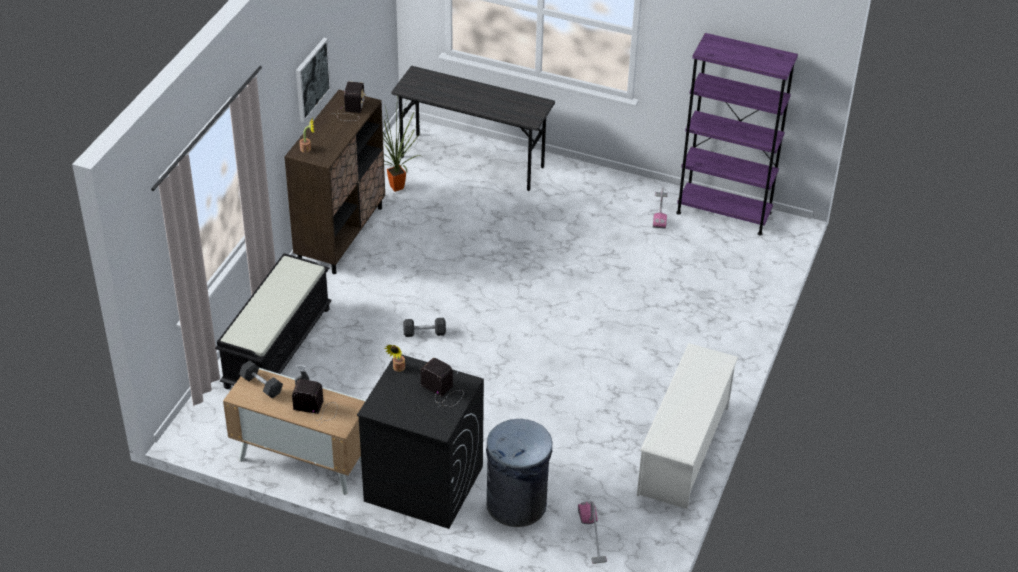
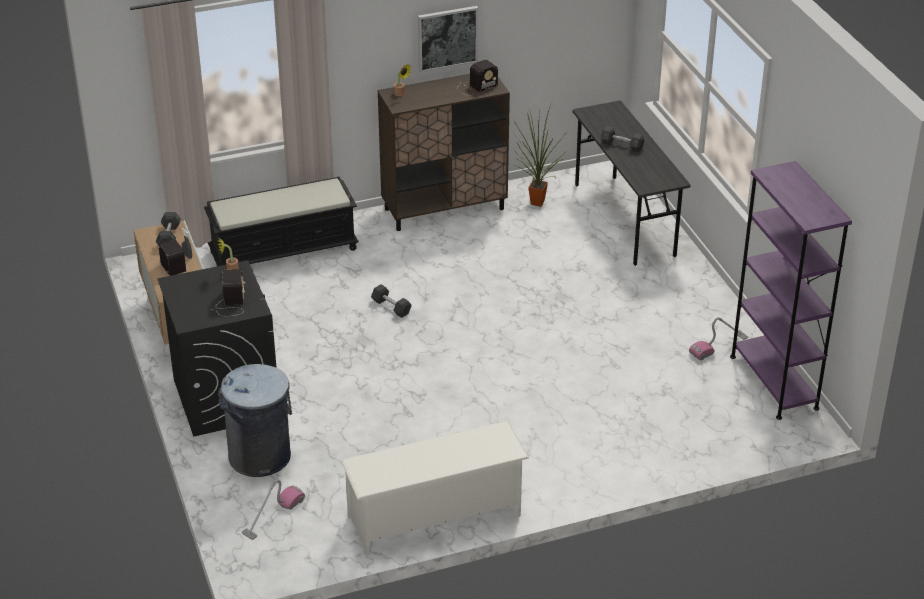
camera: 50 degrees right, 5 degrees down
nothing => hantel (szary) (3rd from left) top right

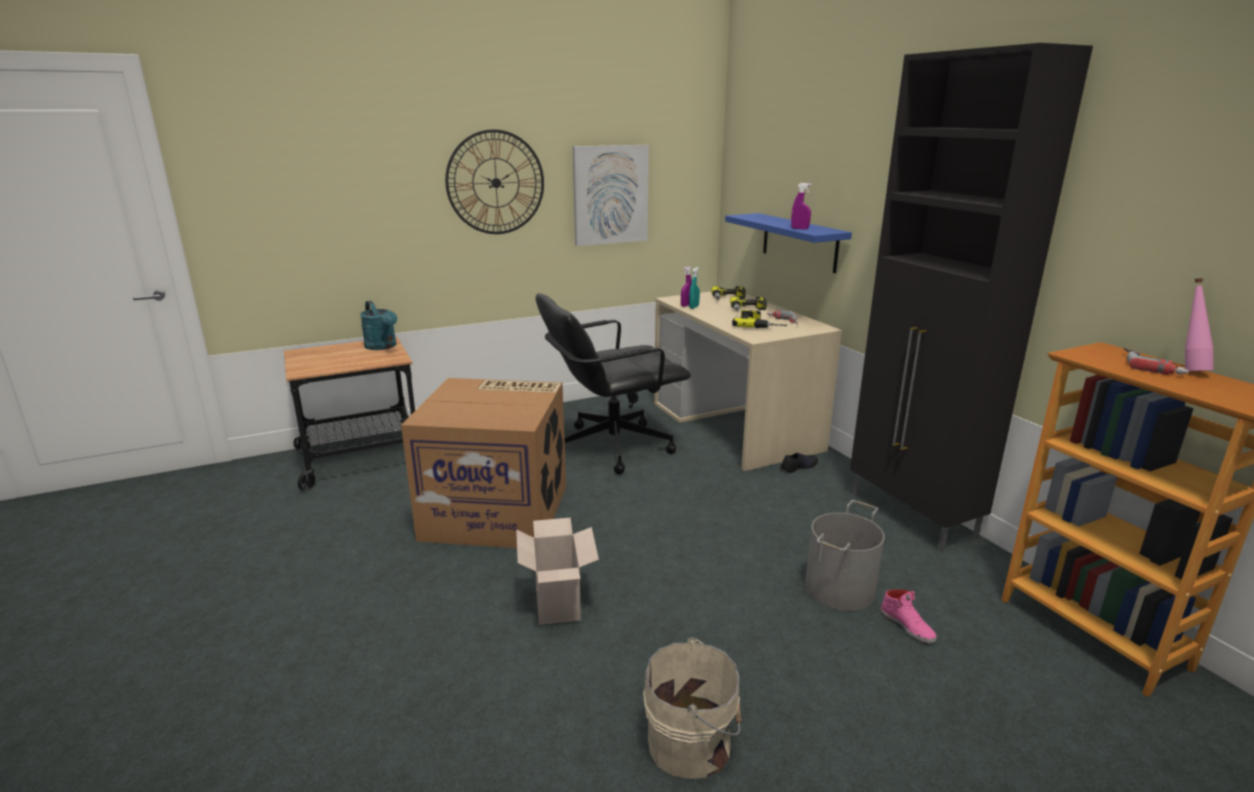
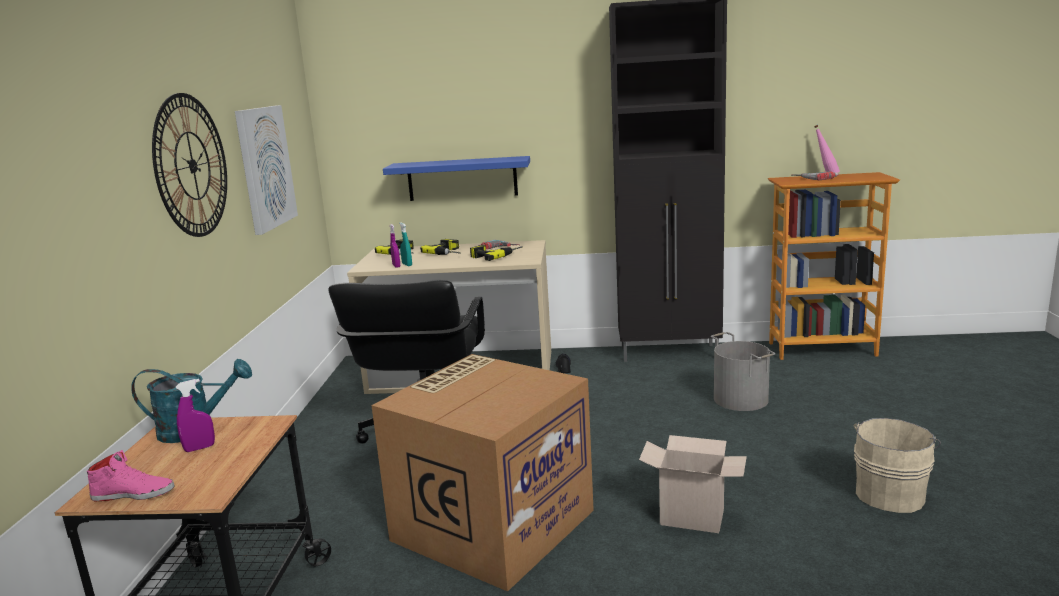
camera: 60 degrees left, 5 degrees down
but (różowy) bottom right => but (różowy) bottom left, moved
spryskiwacz (fioletowy) (2nd from left in the first image) top centre => spryskiwacz (fioletowy) (1st from left) bottom left, moved

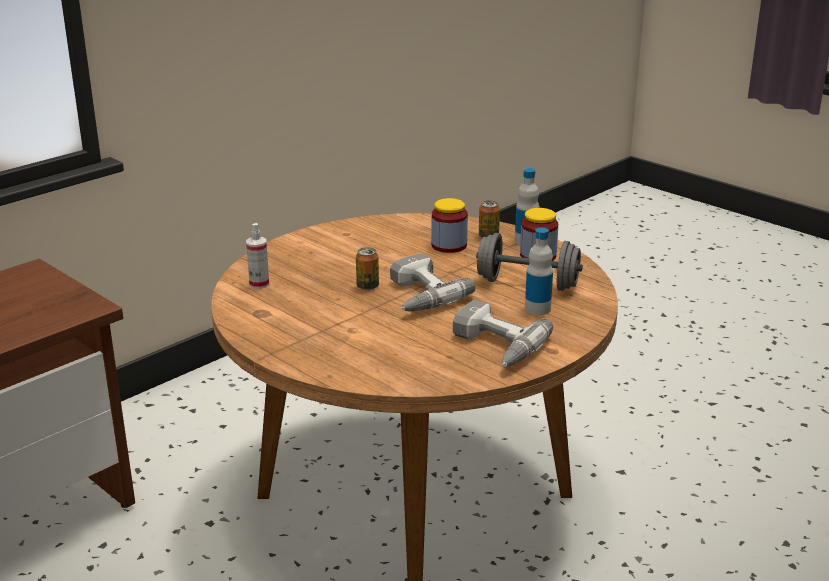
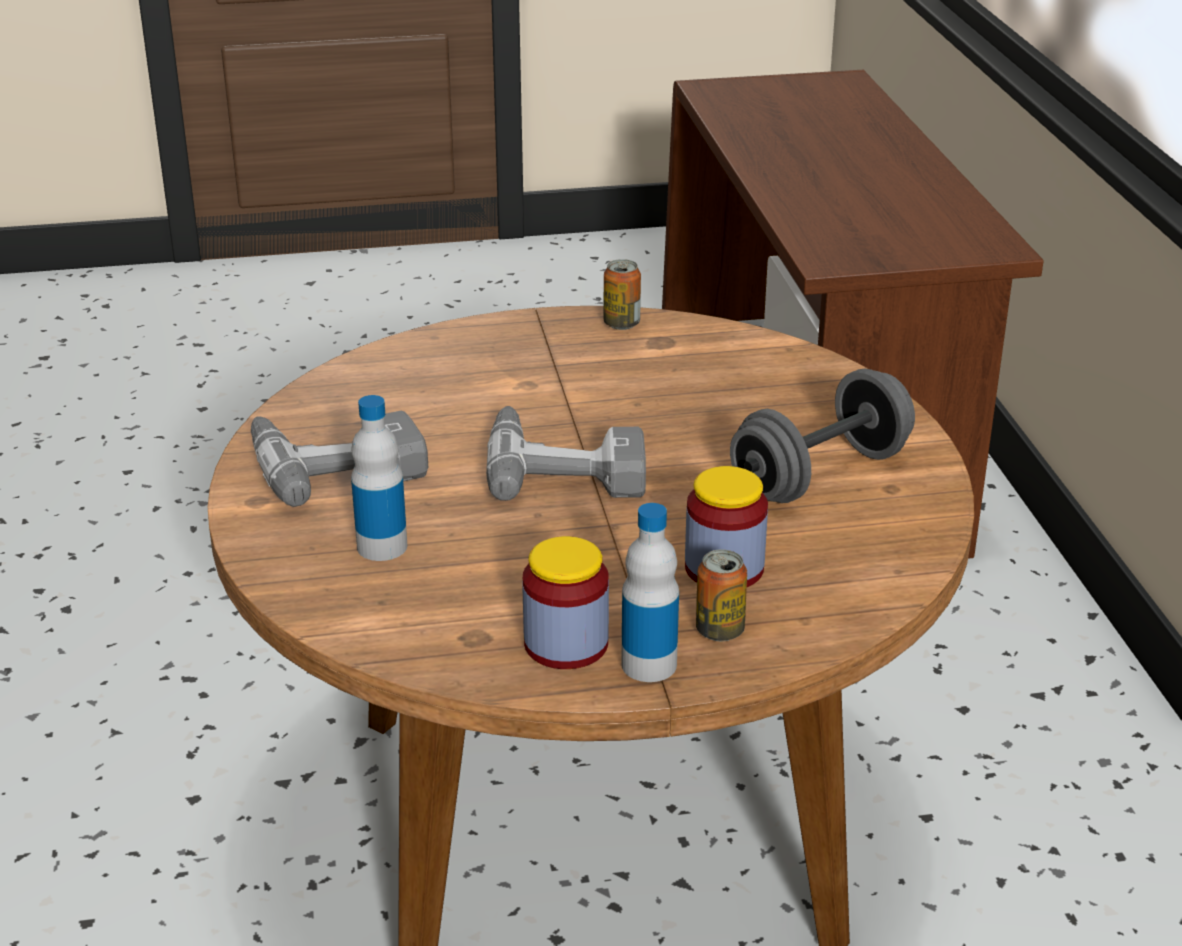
camera: 125 degrees right, 5 degrees up
puszka (1st from left) centre => puszka (1st from left) top centre, moved
hantel (szary) centre => hantel (szary) middle right, moved
spryskiwacz middle left => nothing

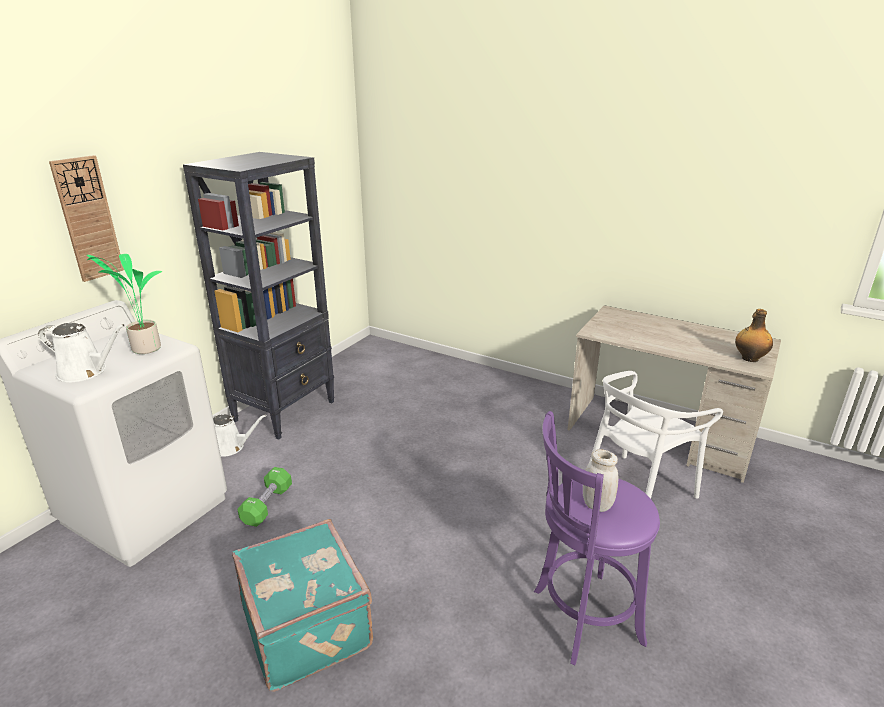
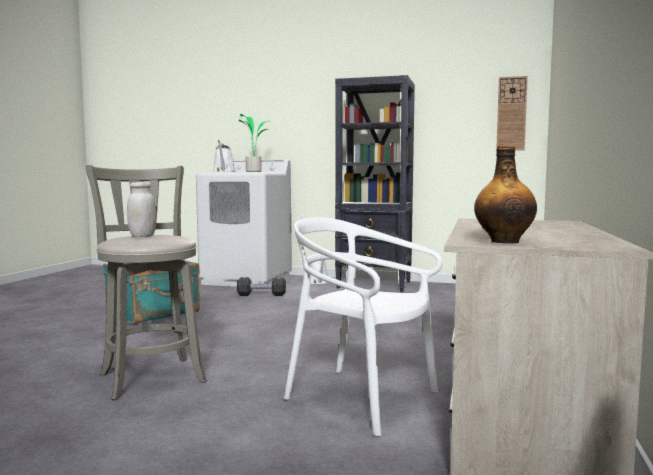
camera: 75 degrees right, 20 degrees down
stołek (fioletowy) bottom right => stołek (szary) middle left
hantel (zielony) bottom left => hantel (czarny) centre
zegar ścienny top left => zegar ścienny top right, moved

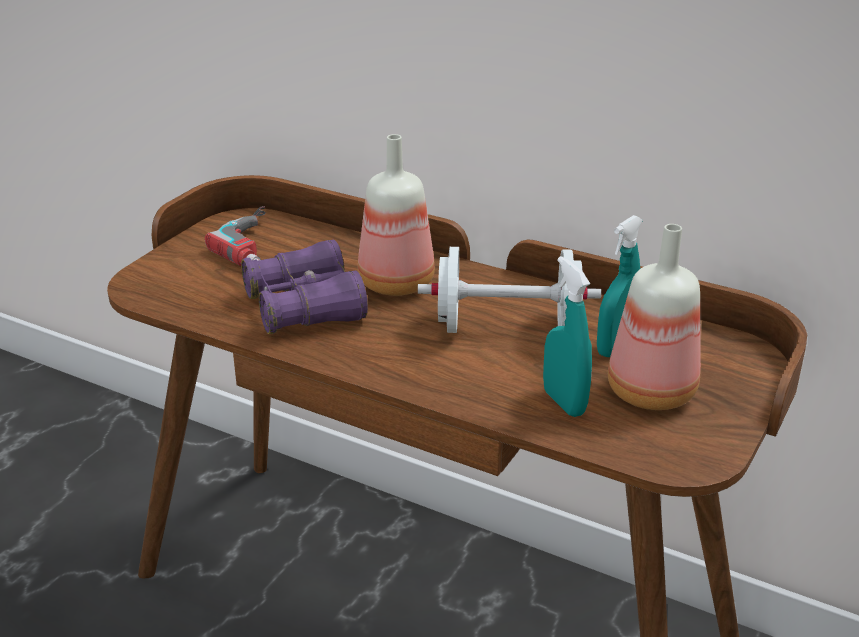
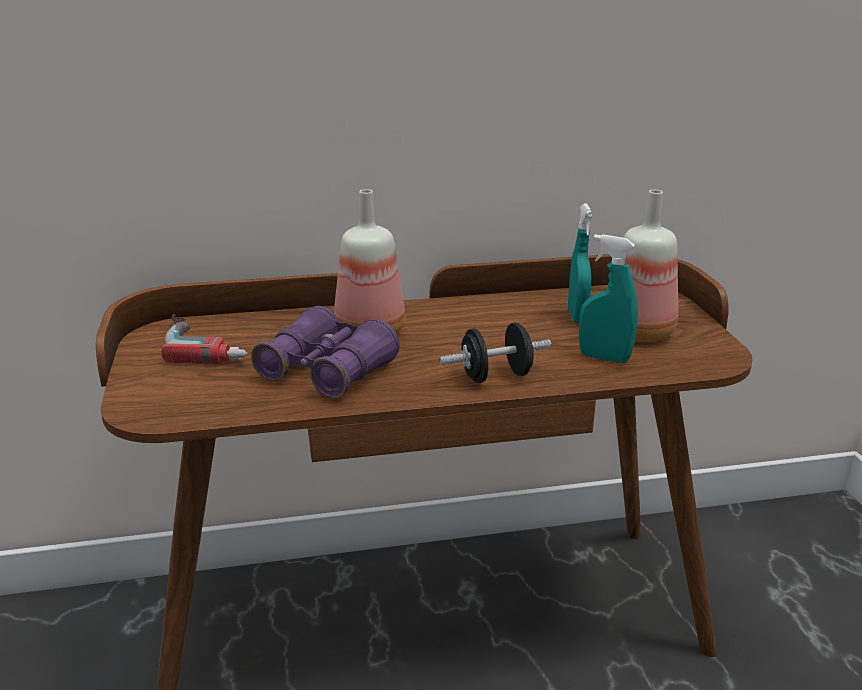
camera: 40 degrees left, 5 degrees down
nothing => hantel (czarny) centre
hantel (biały) centre => nothing

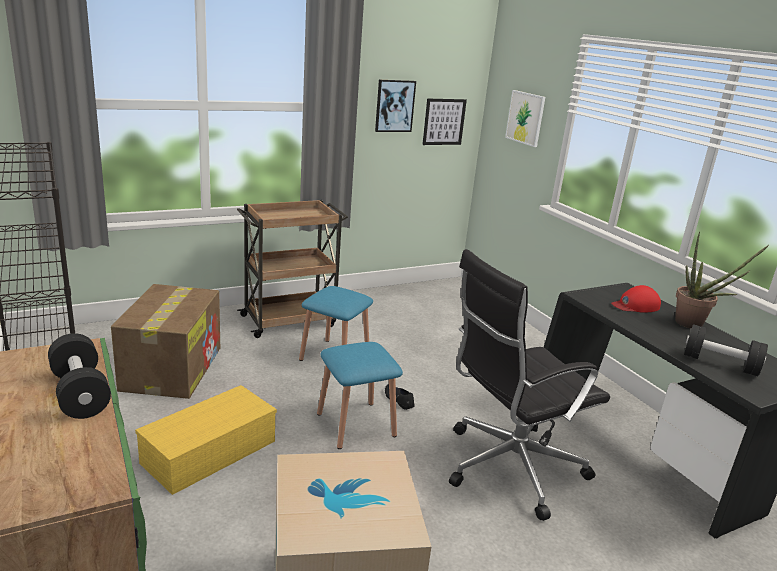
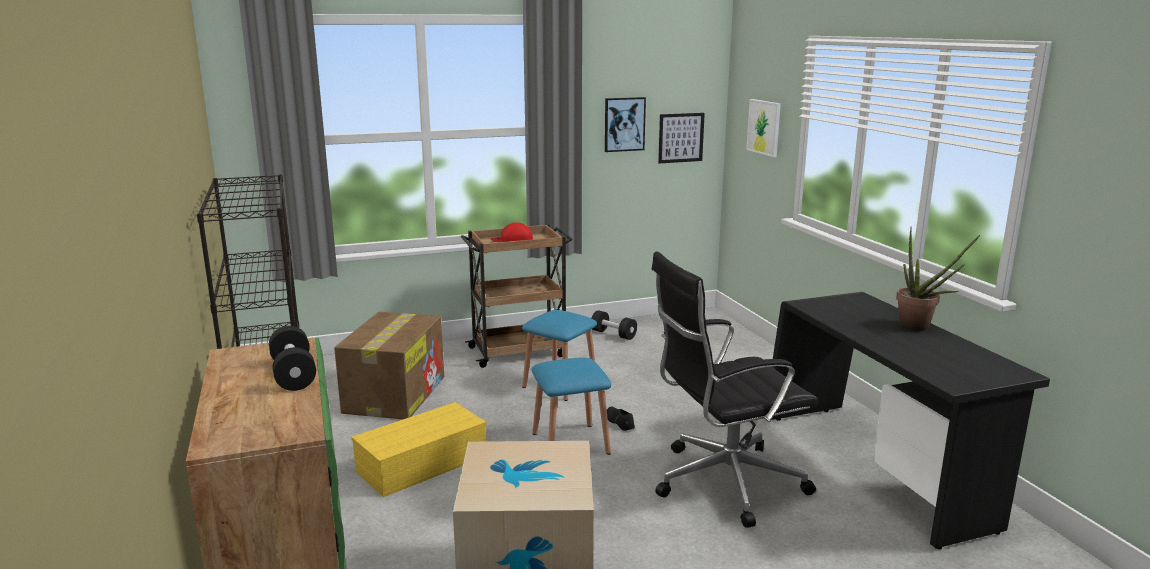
camera: 10 degrees right, 5 degrees down
czapka z daszkiem (czerwony) middle right => czapka z daszkiem (czerwony) centre, moved
hantel (czarny) (2nd from left) middle right => hantel (czarny) (2nd from left) centre, moved

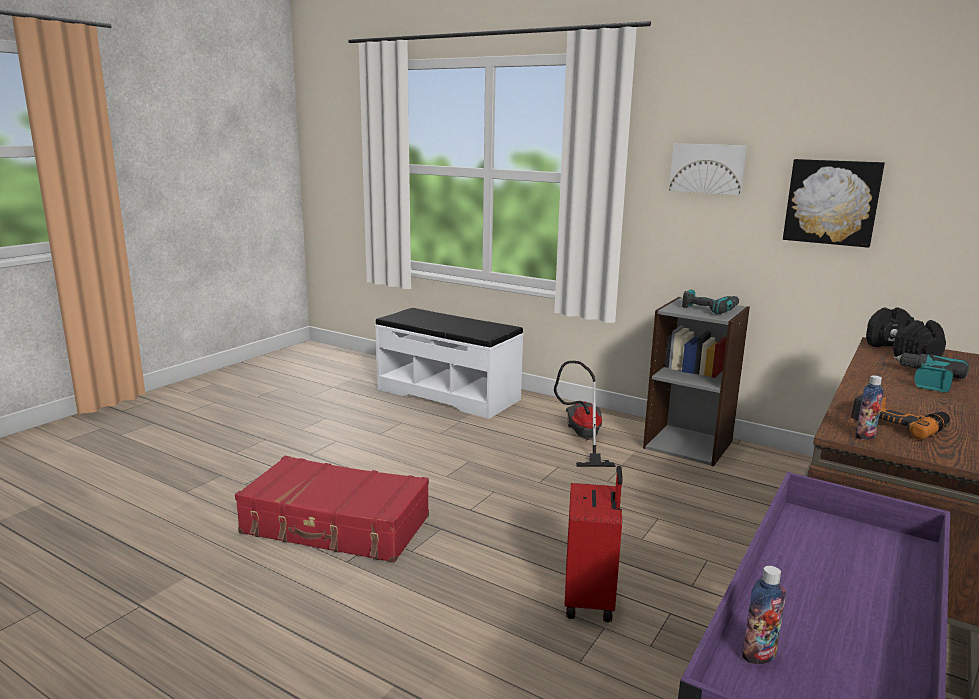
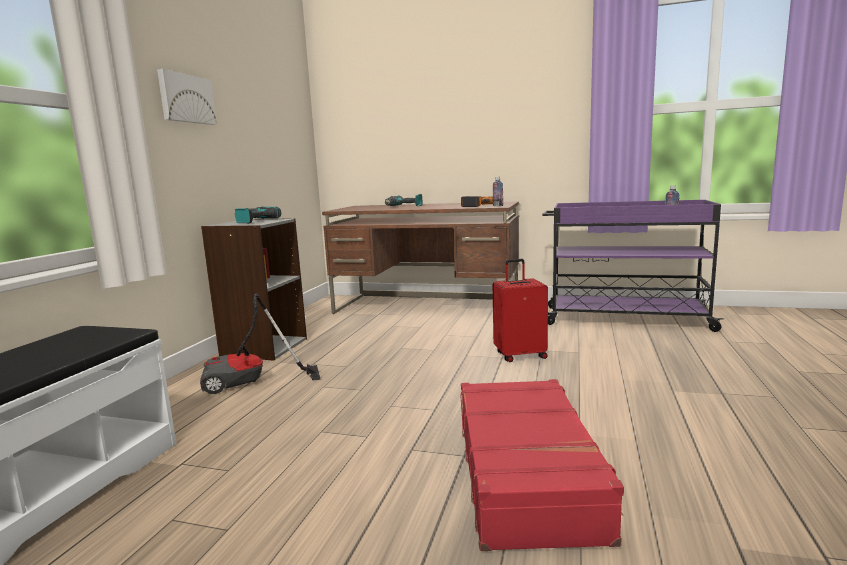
camera: 105 degrees left, 5 degrees down
obraz (2nd from left) top right => nothing
hantel (czarny) middle right => nothing

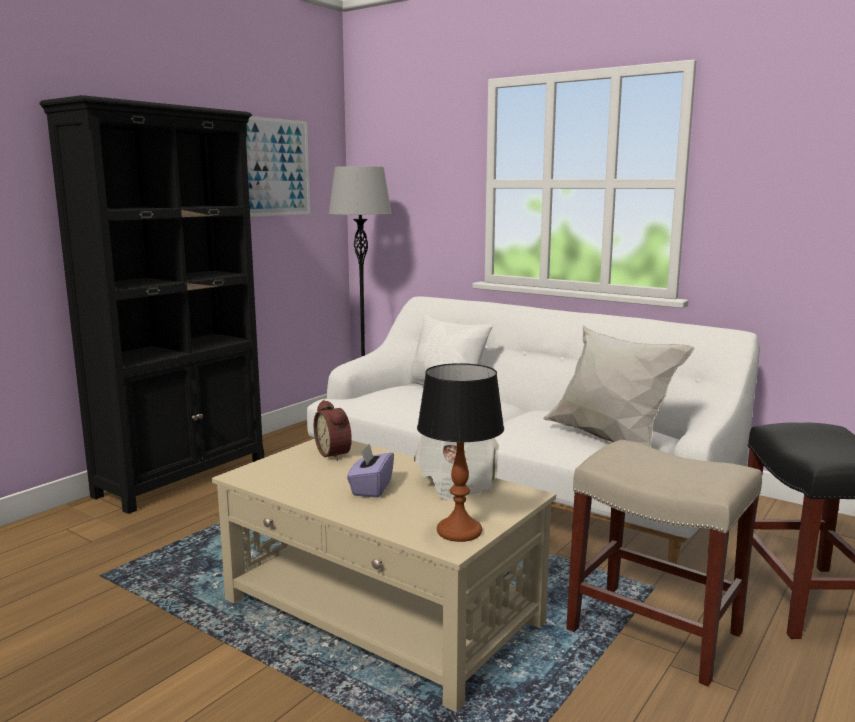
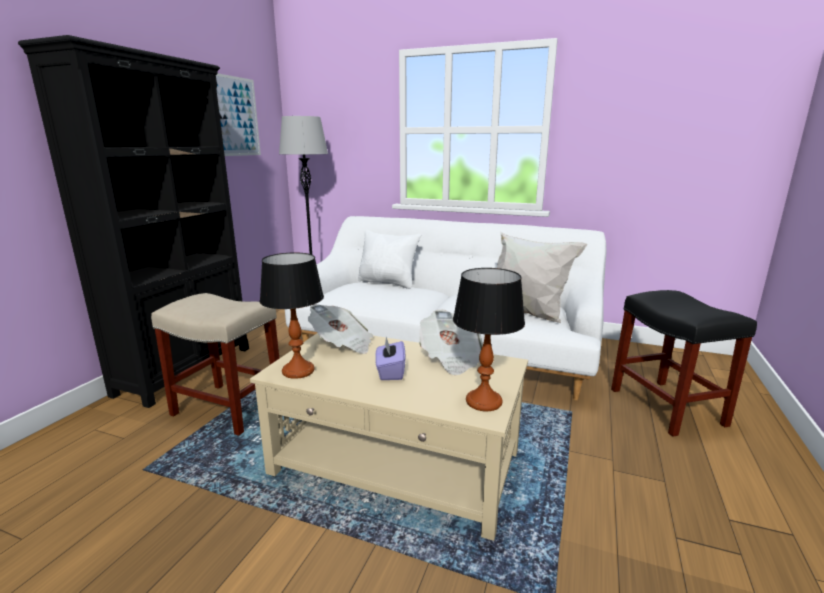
camera: 15 degrees left, 5 degrees up
stołek (beżowy) bottom right => stołek (beżowy) middle left, moved
nothing => lampa stołowa (1st from left) centre
budzik centre => gazeta (1st from left) centre

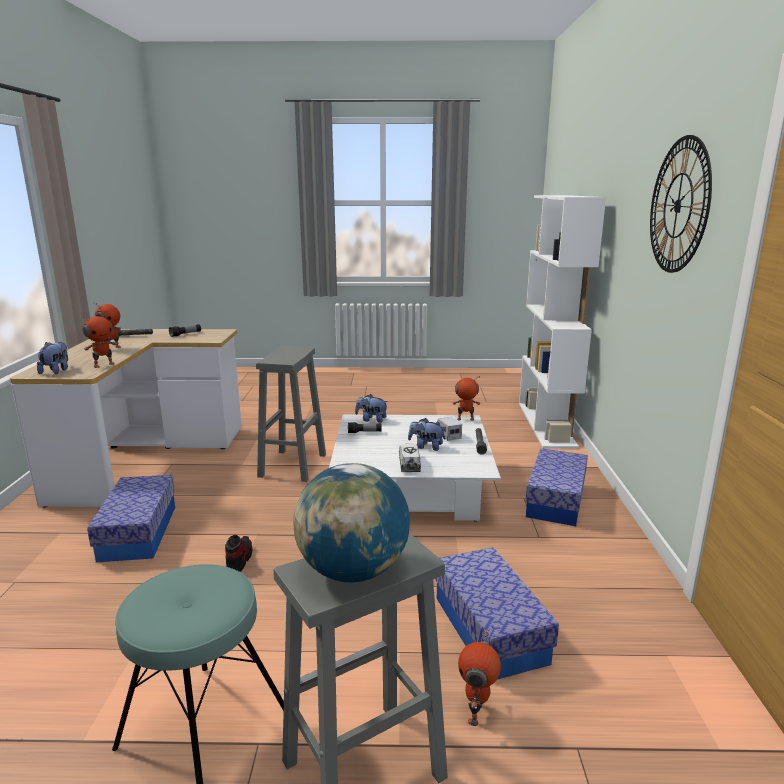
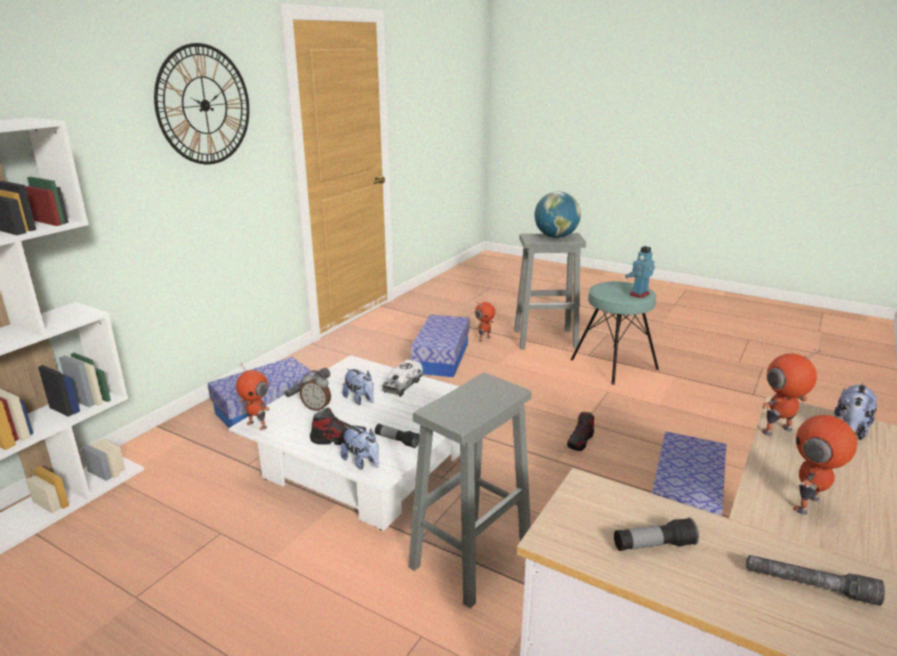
camera: 150 degrees left, 5 degrees up
ciężarówka zabawkowa (2nd from left) centre => budzik centre
nothing => but (1st from left) centre
nothing => robot zabawkowy (3rd from left) middle right

